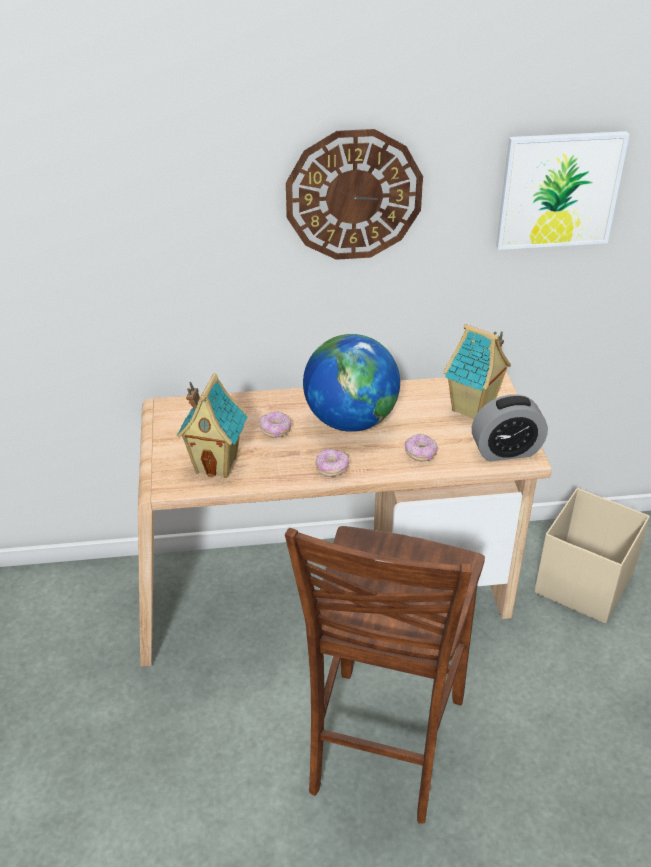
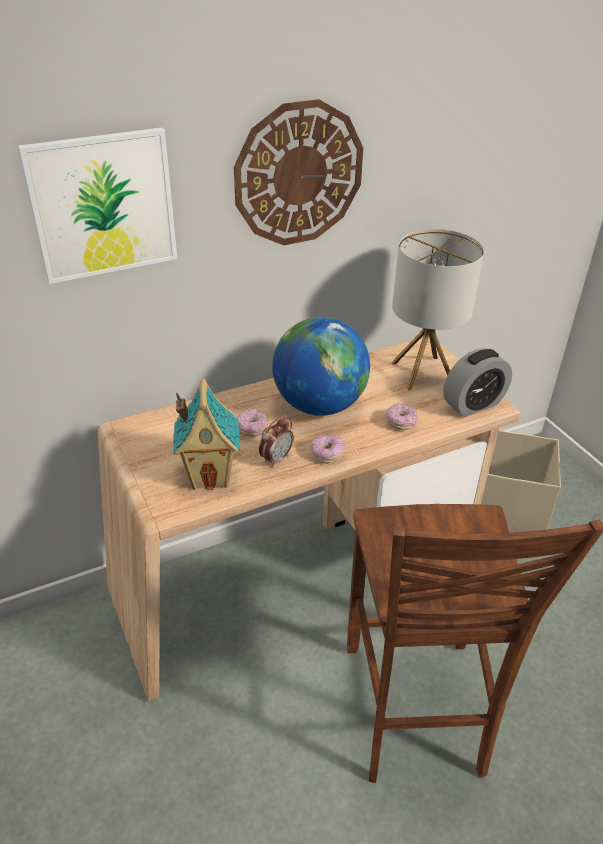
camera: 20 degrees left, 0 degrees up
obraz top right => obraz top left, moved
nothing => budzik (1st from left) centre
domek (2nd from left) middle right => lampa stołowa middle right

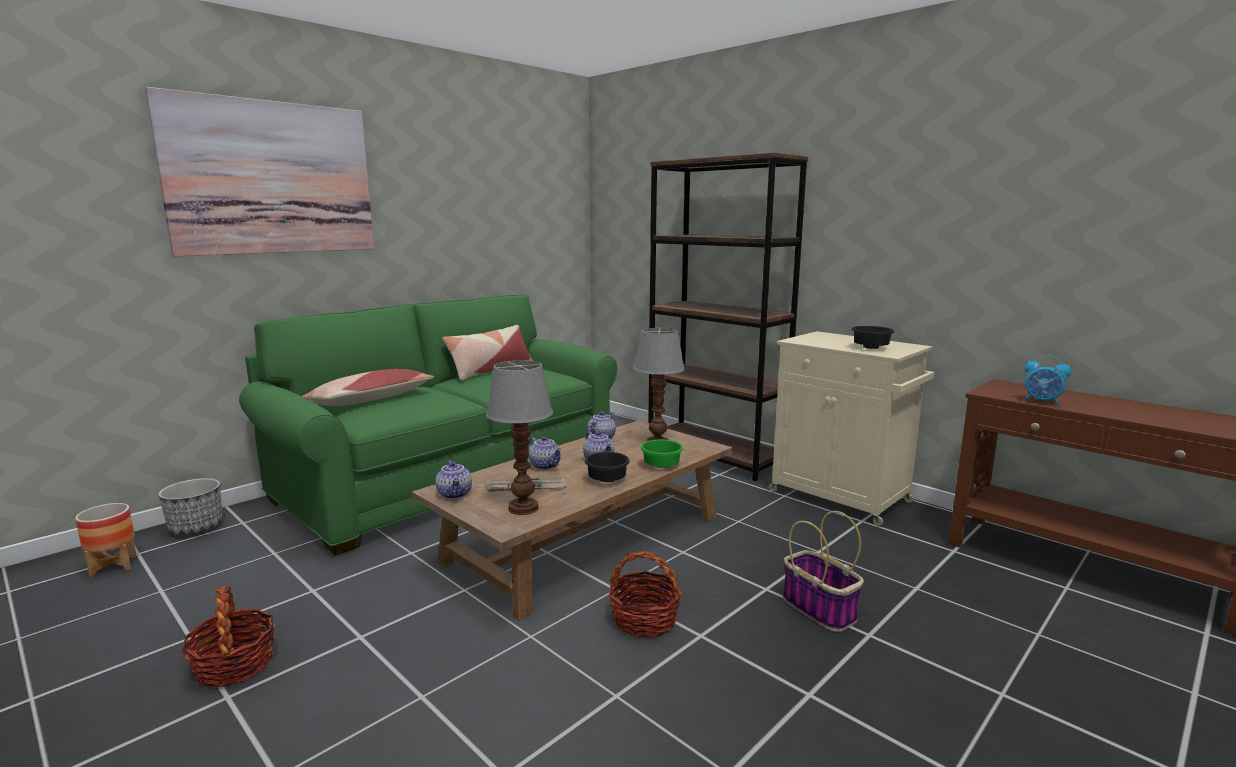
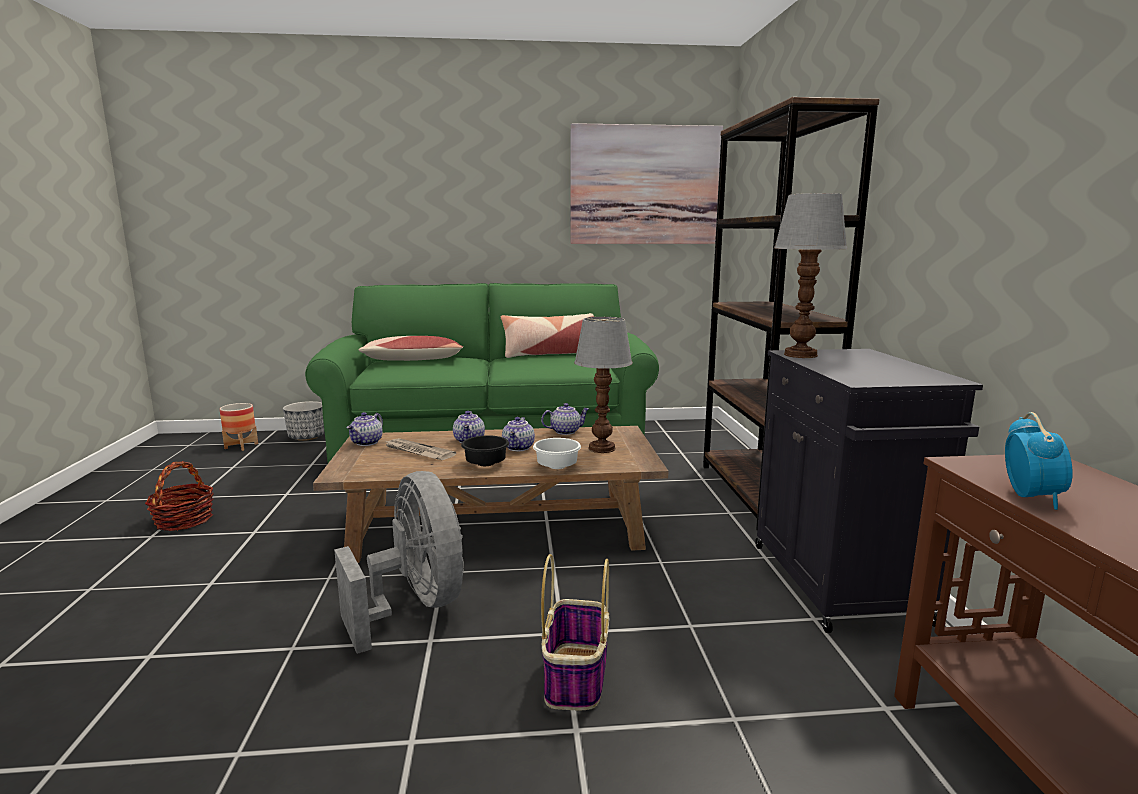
camera: 40 degrees right, 0 degrees up
koszyk (2nd from left) bottom centre => wentylator (szary) bottom centre
miska (zielony) centre => miska (biały) centre
obraz top left => obraz top centre, moved
szafka (beżowy) middle right => szafka (czarny) middle right
lampa stołowa (1st from left in the first image) centre => lampa stołowa (2nd from left) middle right, moved
budzik middle right, 150 degrees counterclockwise
miska (czarny) (2nd from left) middle right => nothing

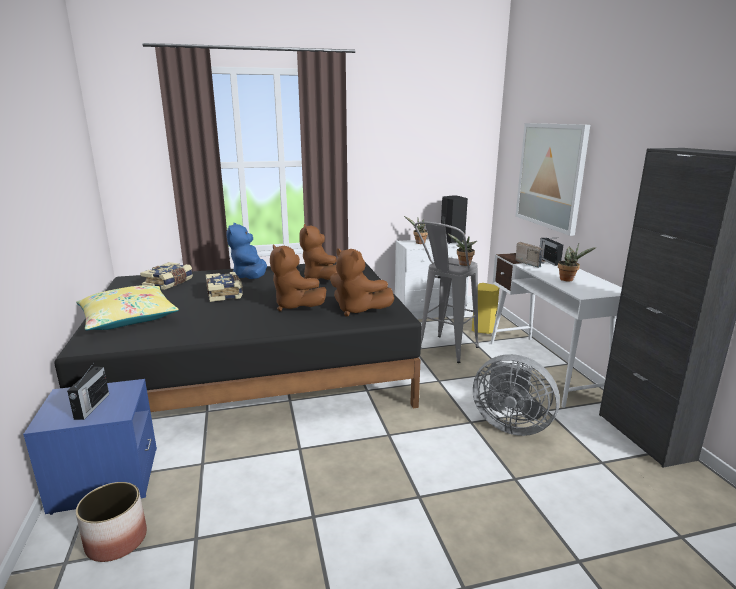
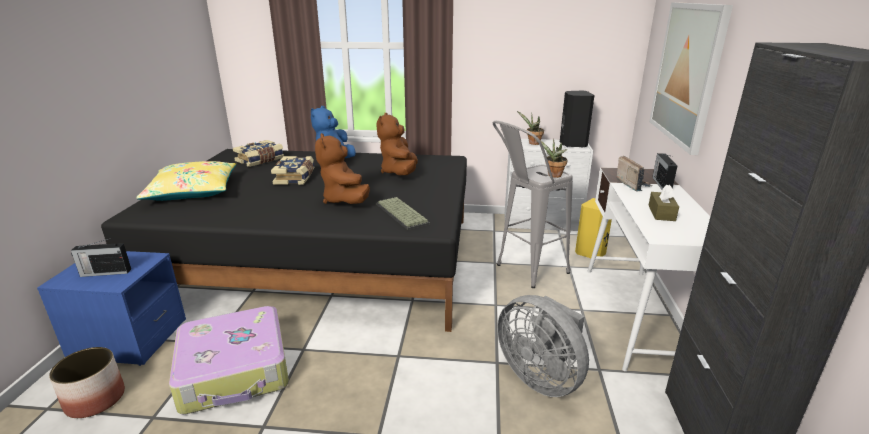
camera: 20 degrees right, 5 degrees up
radio (1st from left) middle left, 60 degrees clockwise
nothing => walizka bottom left
pluszak (brązowy) (3rd from left) centre => klawiatura centre
roślina doniczkowa (3rd from left) middle right => pudełko chusteczek (brązowy) middle right

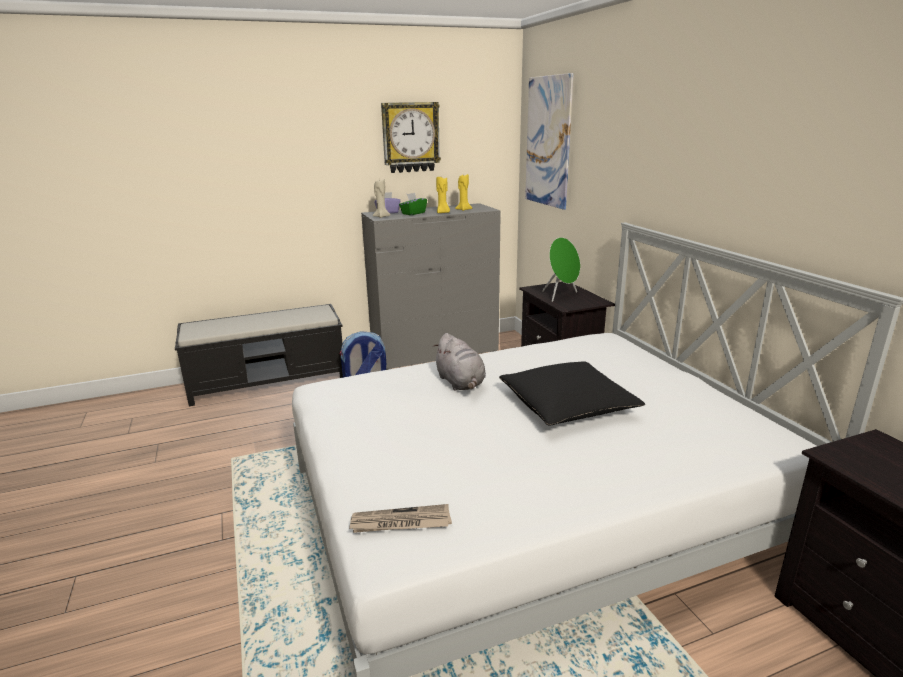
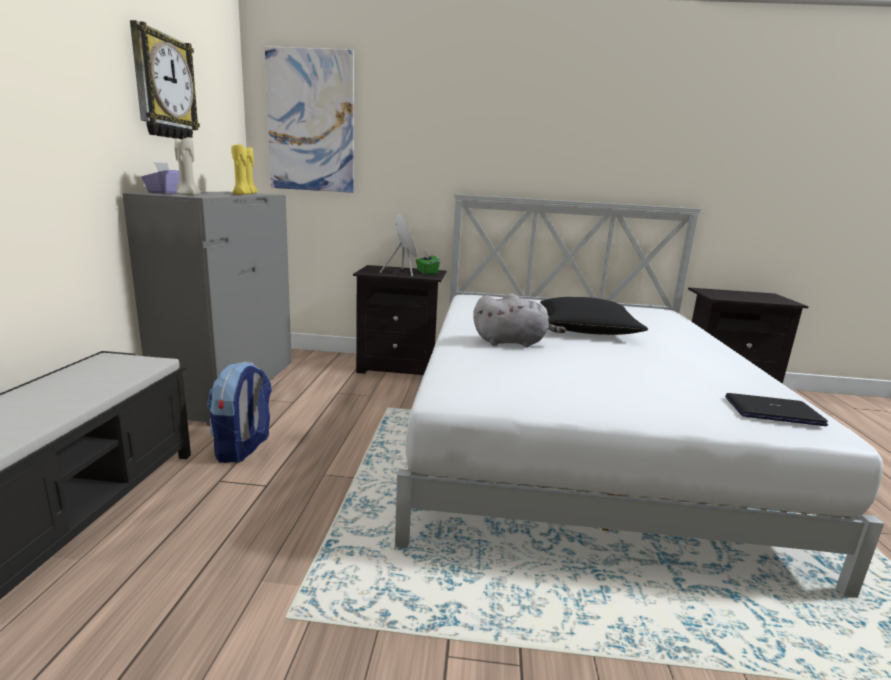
camera: 65 degrees left, 5 degrees down
pudełko chusteczek (zielony) top centre => pudełko chusteczek (zielony) centre, moved
gazeta bottom centre => laptop middle right

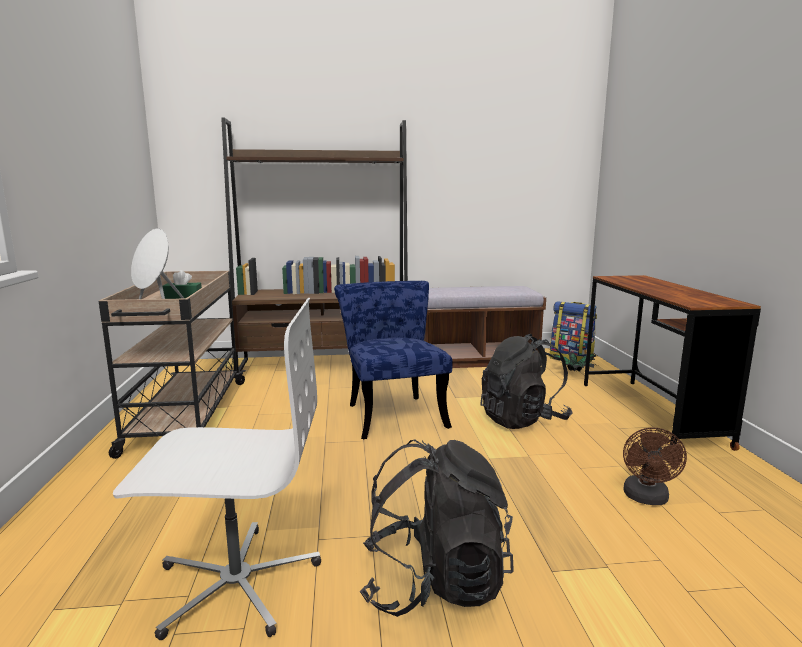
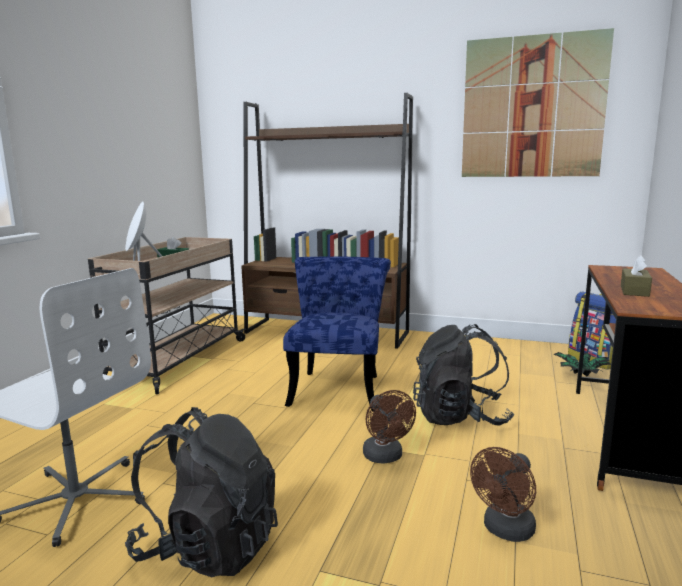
camera: 25 degrees right, 0 degrees up
nothing => wentylator (brązowy) (1st from left) bottom centre
nothing => obraz top right
nothing => pudełko chusteczek (brązowy) middle right
ławka (brązowy) centre => nothing

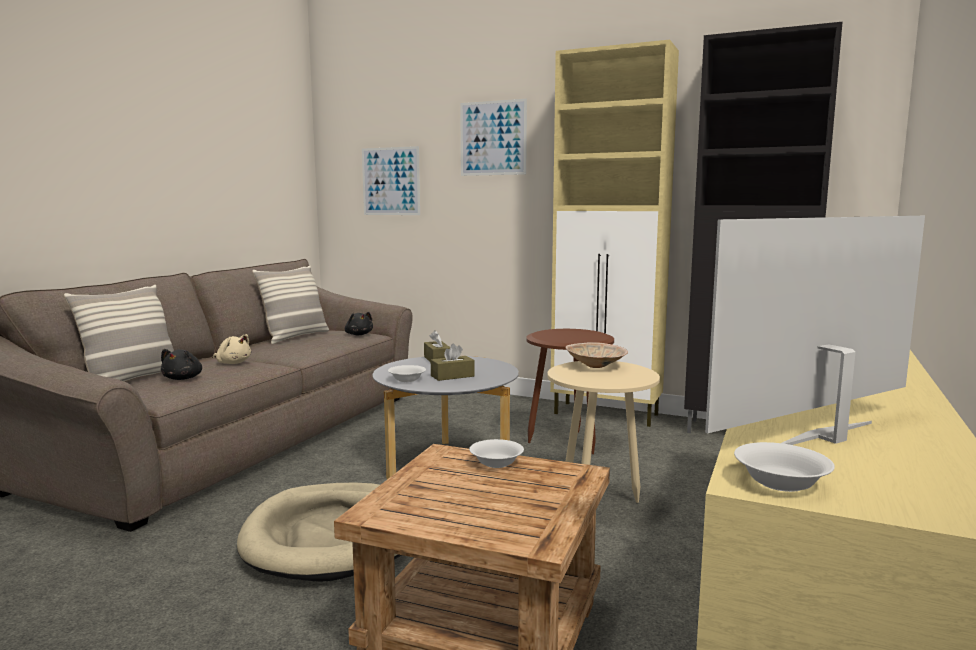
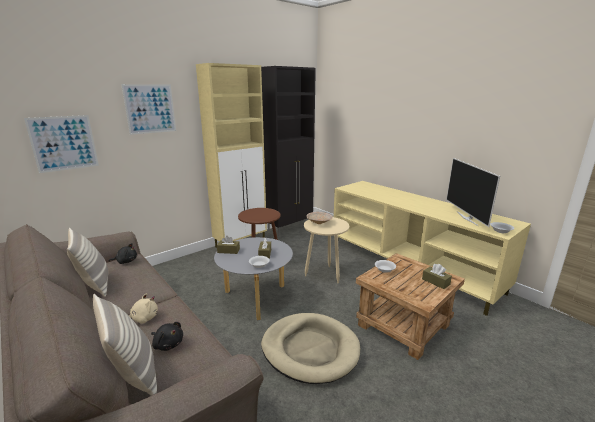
camera: 65 degrees left, 10 degrees up
nothing => pudełko chusteczek (brązowy) (3rd from left) middle right

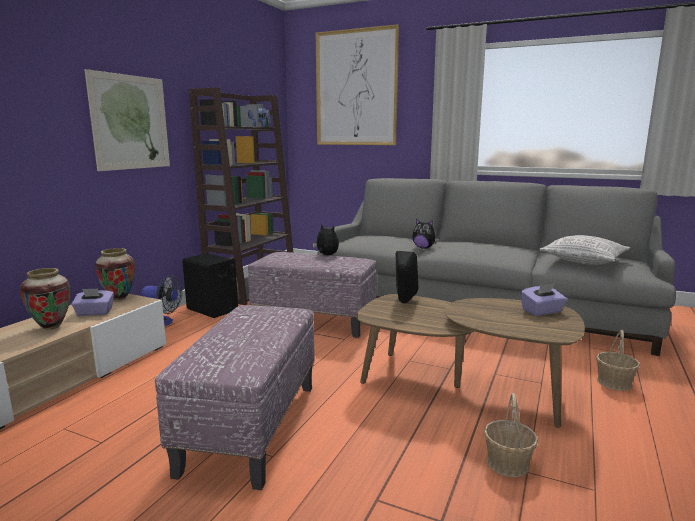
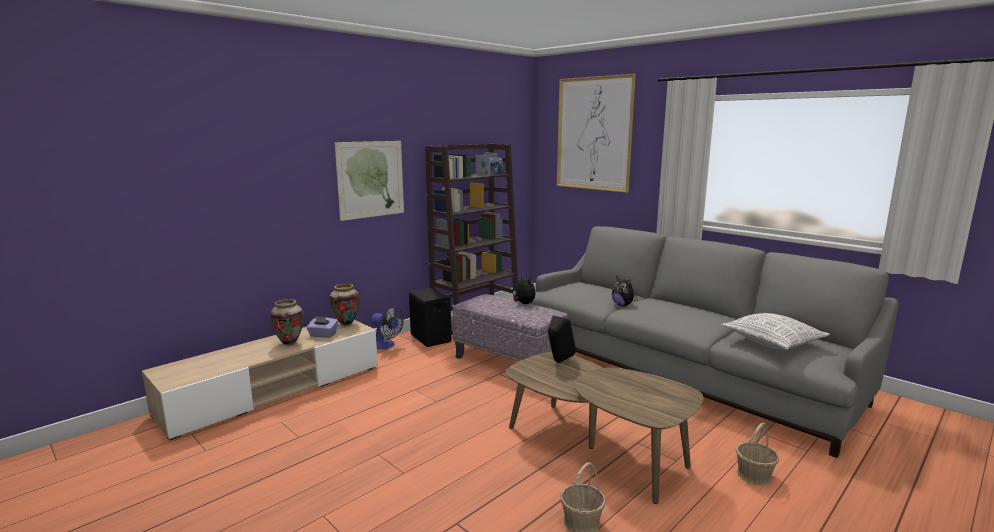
camera: 20 degrees right, 0 degrees up
pufa (1st from left) bottom centre => nothing
pudełko chusteczek (fioletowy) (2nd from left) middle right => nothing

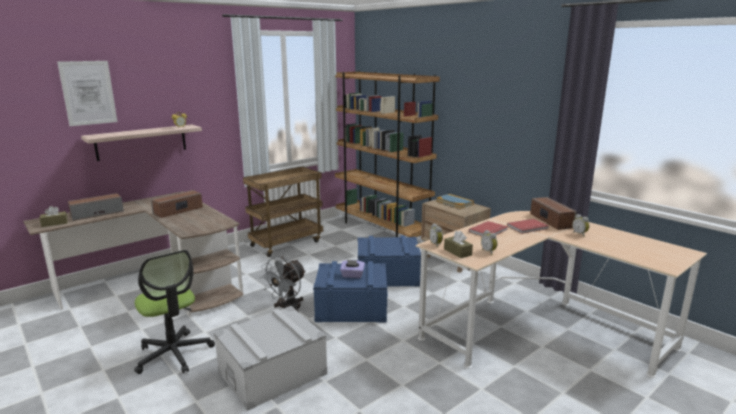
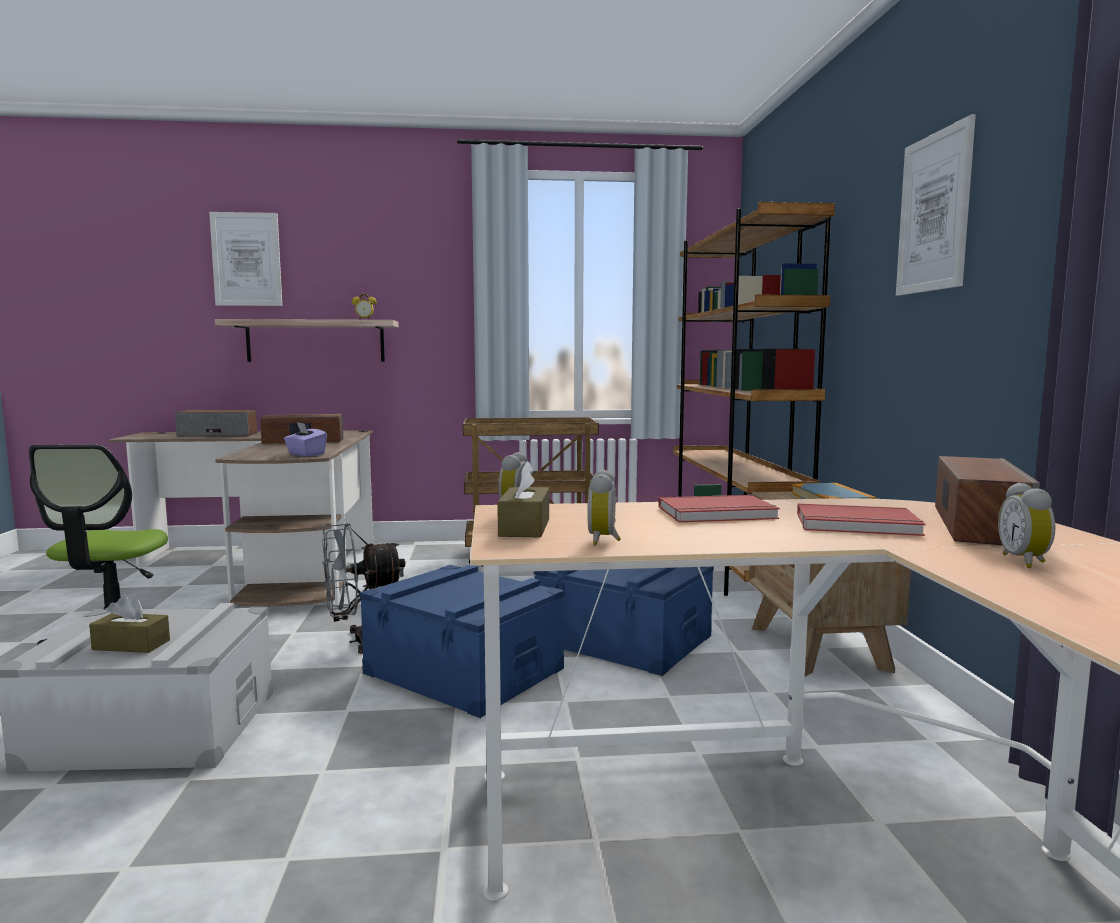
camera: 35 degrees right, 10 degrees down
pudełko chusteczek (brązowy) (1st from left) middle left => pudełko chusteczek (brązowy) (1st from left) bottom left, moved
pudełko chusteczek (fioletowy) centre => pudełko chusteczek (fioletowy) middle left, moved
nothing => obraz (2nd from left) top right

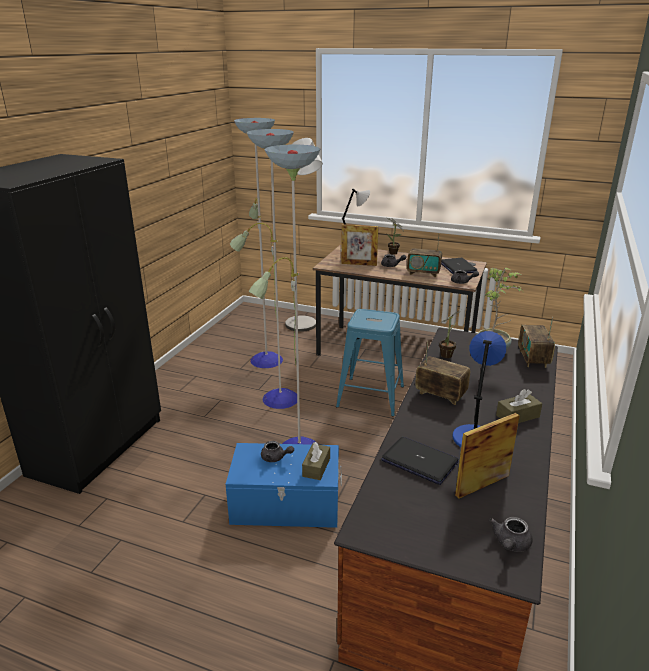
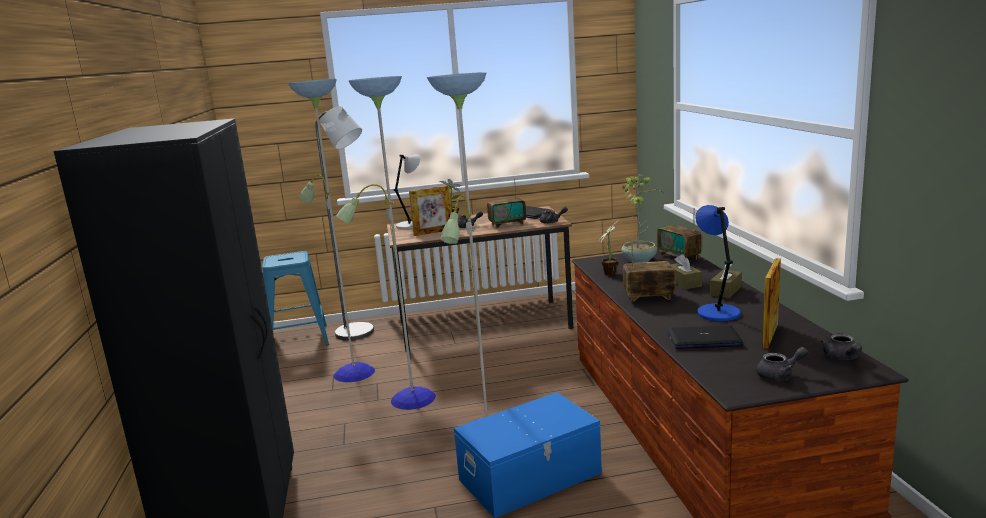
camera: 30 degrees left, 10 degrees down
stołek (niebieski) centre => stołek (niebieski) middle left, moved
pudełko chusteczek (brązowy) (1st from left) bottom centre => pudełko chusteczek (brązowy) (1st from left) middle right, moved
imbryk (szary) (1st from left in the first image) bottom centre => imbryk (szary) (3rd from left) bottom right, moved

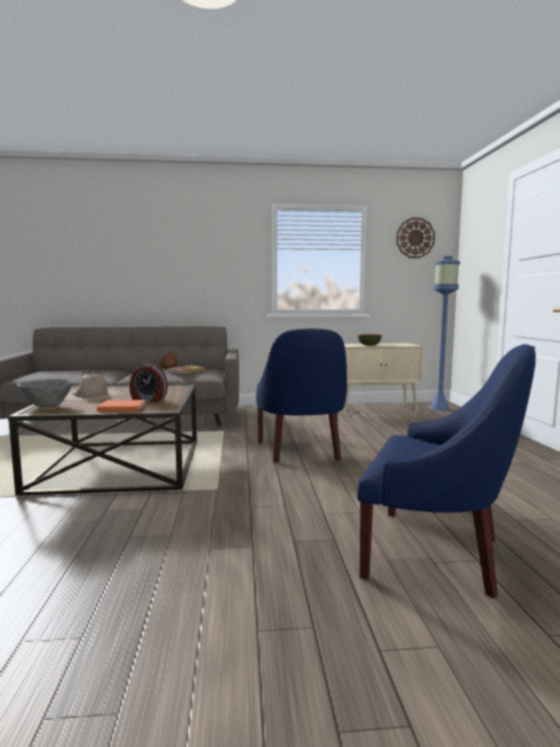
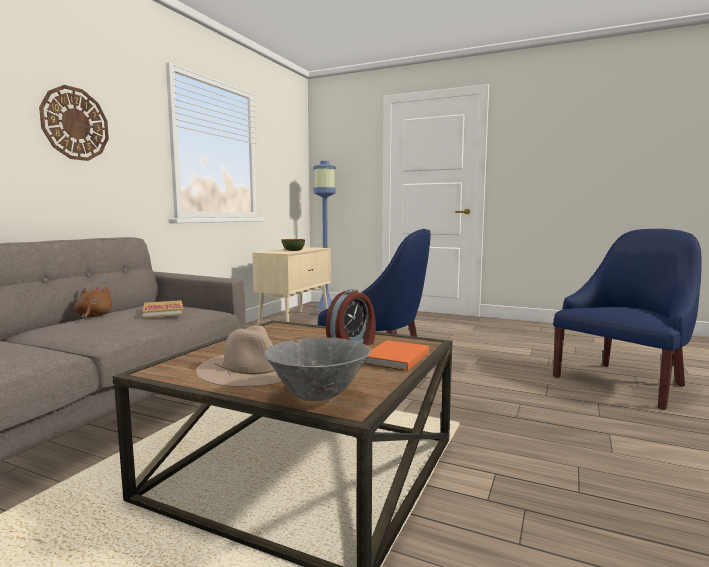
camera: 60 degrees left, 0 degrees up
zegar ścienny top right => zegar ścienny top left, moved

